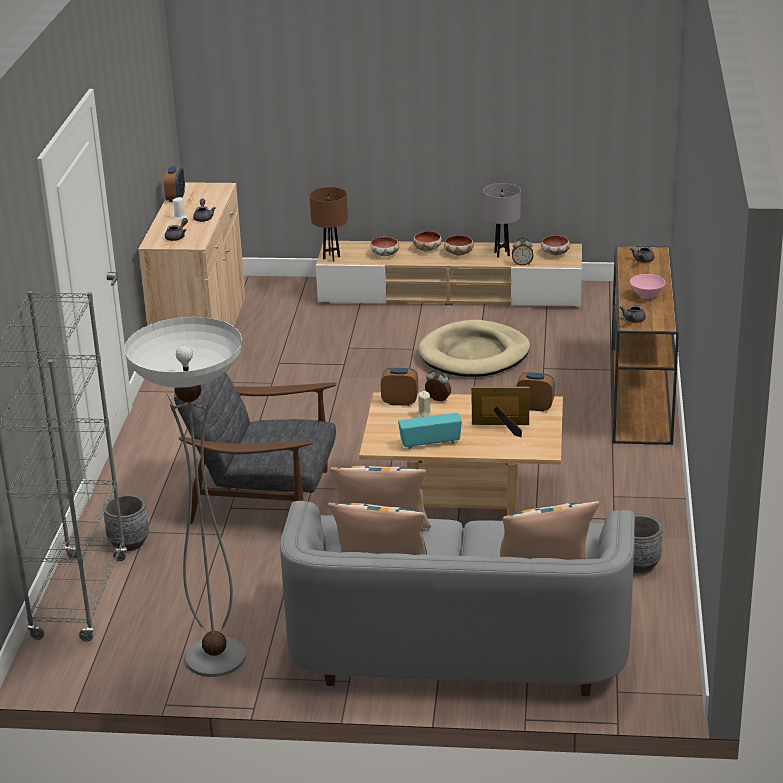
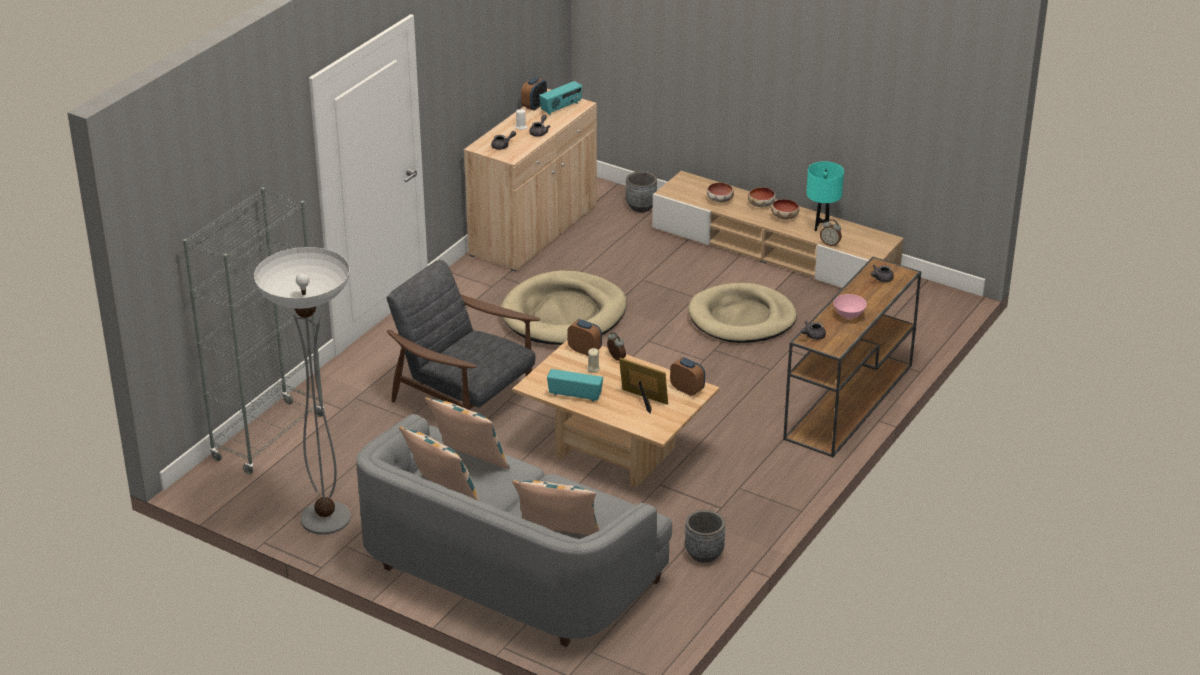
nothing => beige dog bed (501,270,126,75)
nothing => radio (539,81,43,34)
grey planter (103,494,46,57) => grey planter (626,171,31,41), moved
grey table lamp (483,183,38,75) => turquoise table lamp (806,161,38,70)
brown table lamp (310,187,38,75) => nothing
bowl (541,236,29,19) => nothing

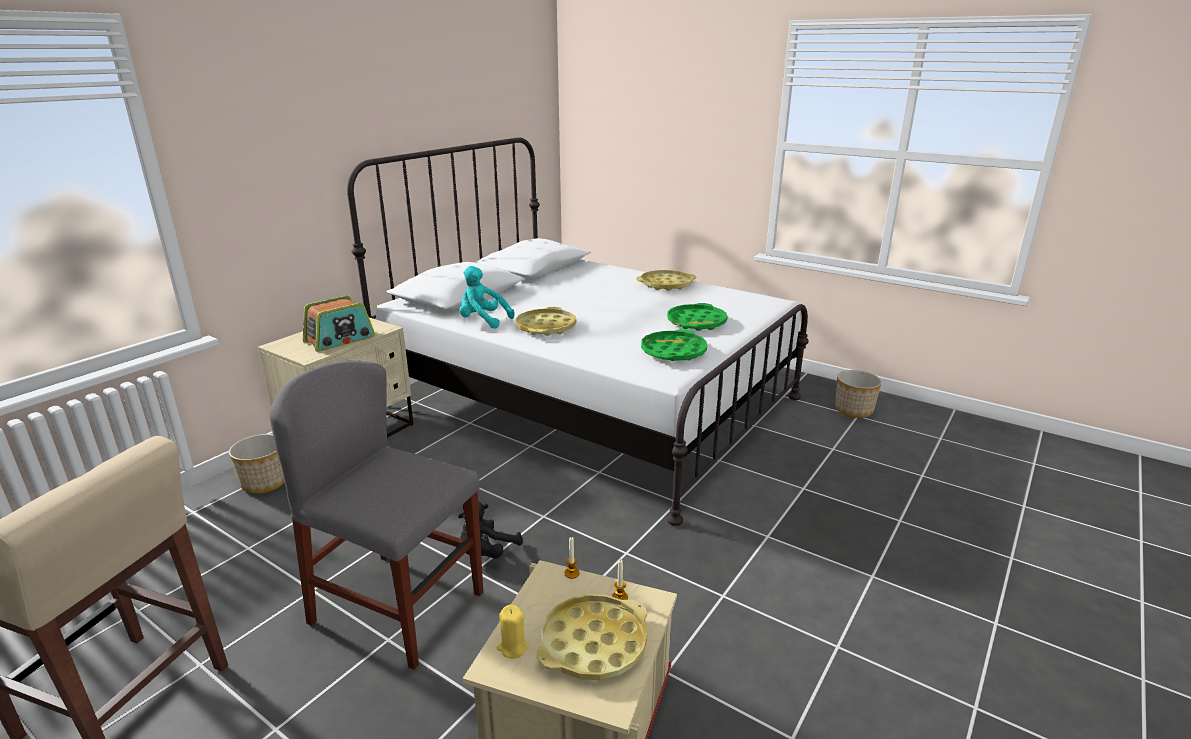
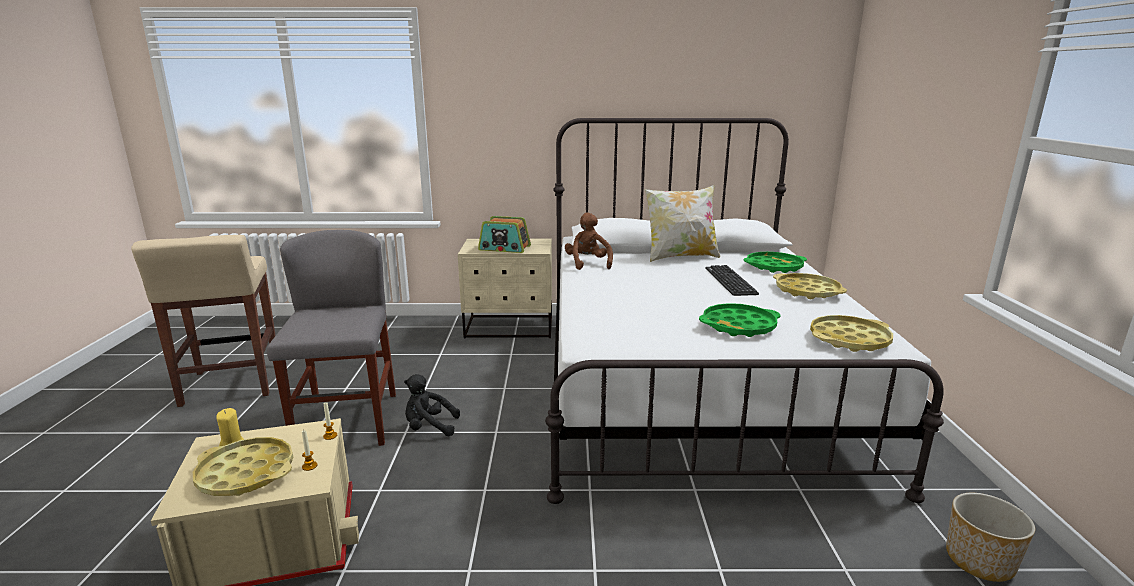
turquoise plush toy (459,266,55,62) => brown plush toy (565,212,48,58)
nothing => pillow (645,185,75,77)
nothing => keyboard (705,265,54,31)
green tray (641,329,66,32) => green tray (743,252,64,21), moved
yellow tray (516,307,60,29) => yellow tray (810,315,83,37), moved
planter (229,434,56,60) => nothing

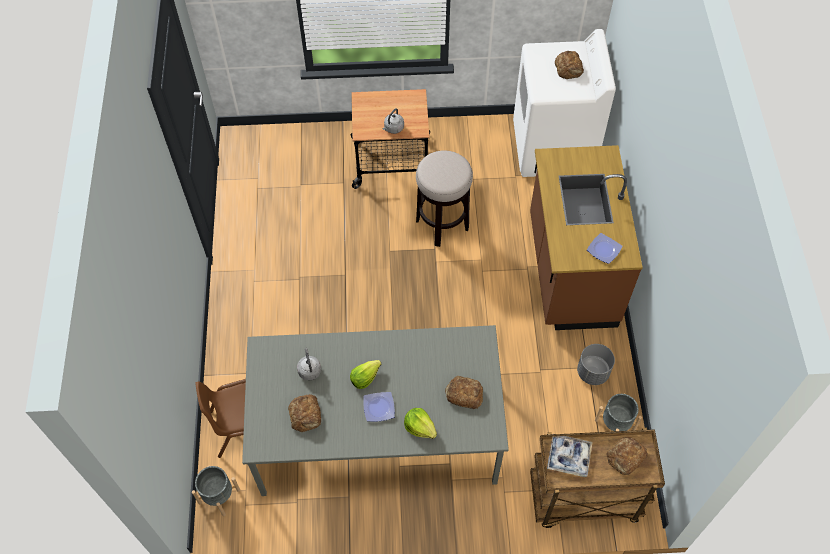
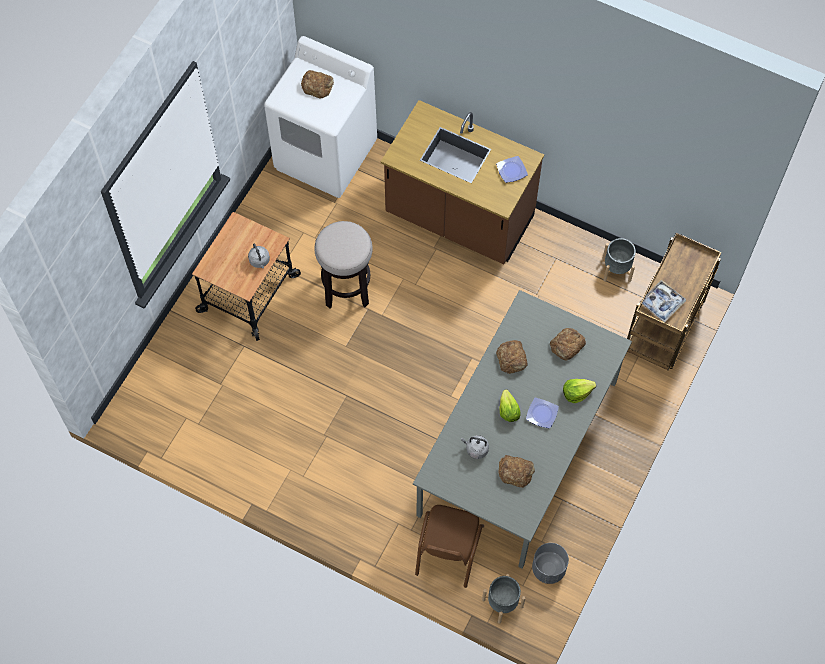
bread (606,437,42,38) => bread (496,340,32,34), moved
grey planter (577,344,38,41) => grey planter (532,543,37,41), moved

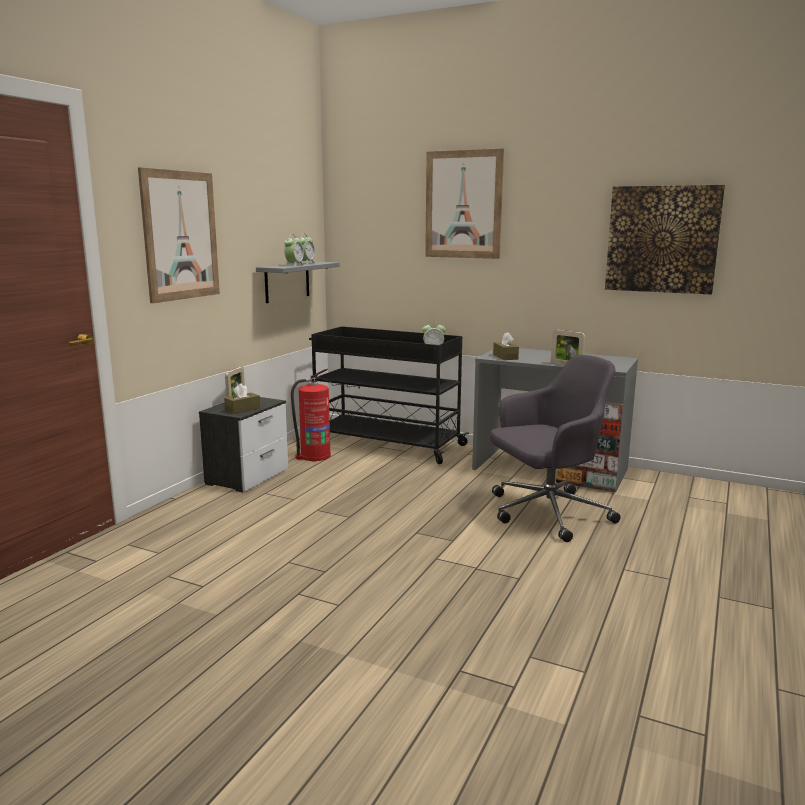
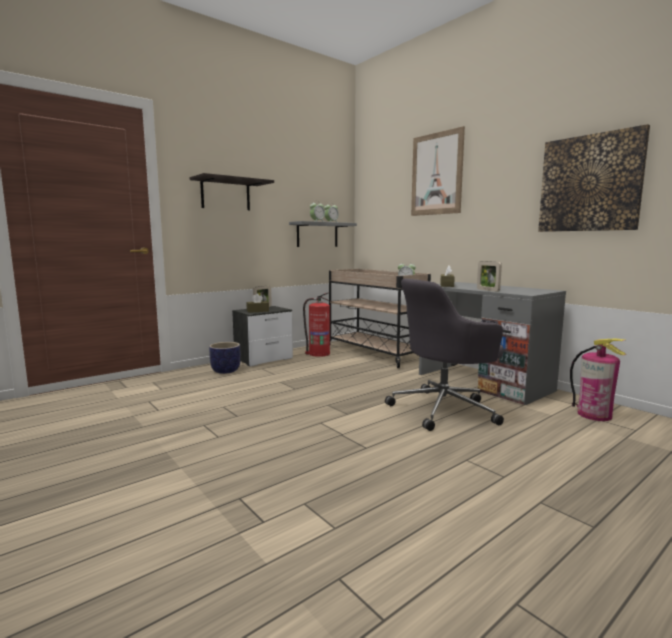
picture (138,167,82,136) => shelf (190,173,84,37)
nothing => planter (209,342,32,32)
black cart (309,326,161,138) => beige cart (329,269,102,99)
grey office chair (490,355,131,187) => grey office chair (385,279,119,152), 150 degrees clockwise
nothing => fire extinguisher (570,339,56,82)

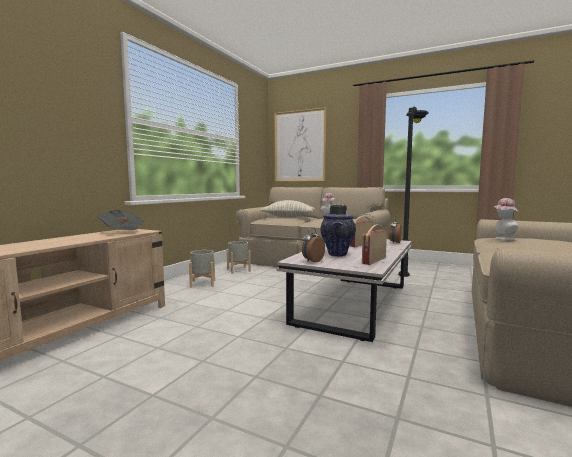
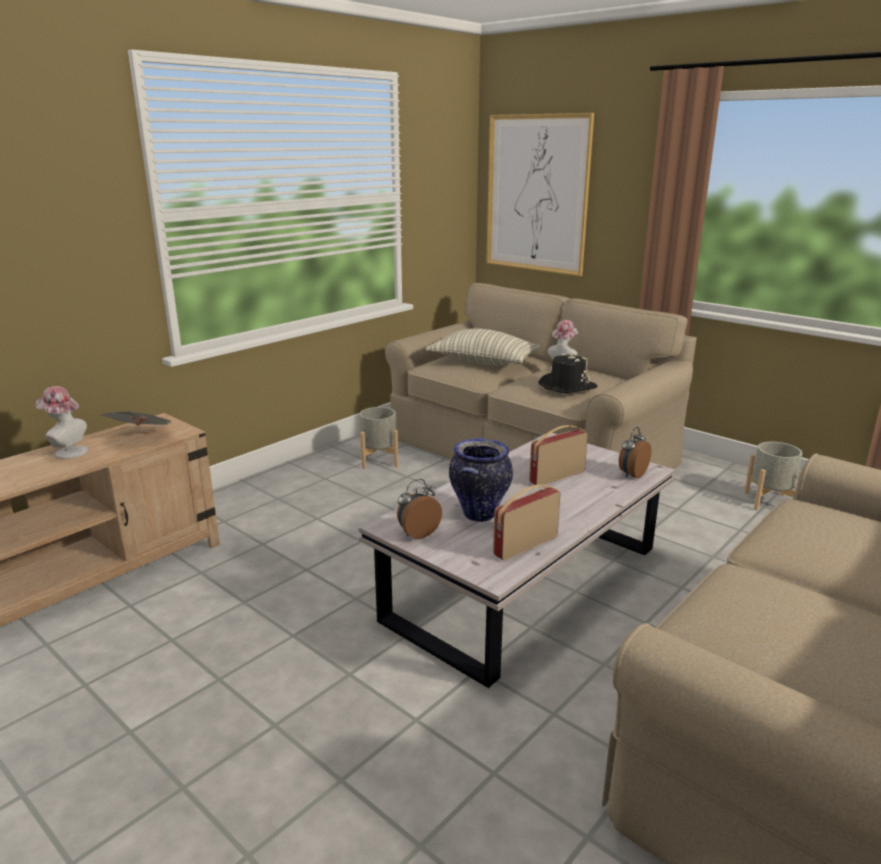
hat (492,198,27,43) => hat (36,386,52,73), moved
grey planter (189,250,26,38) => grey planter (744,442,58,68), moved
black floor lamp (398,107,31,170) => nothing

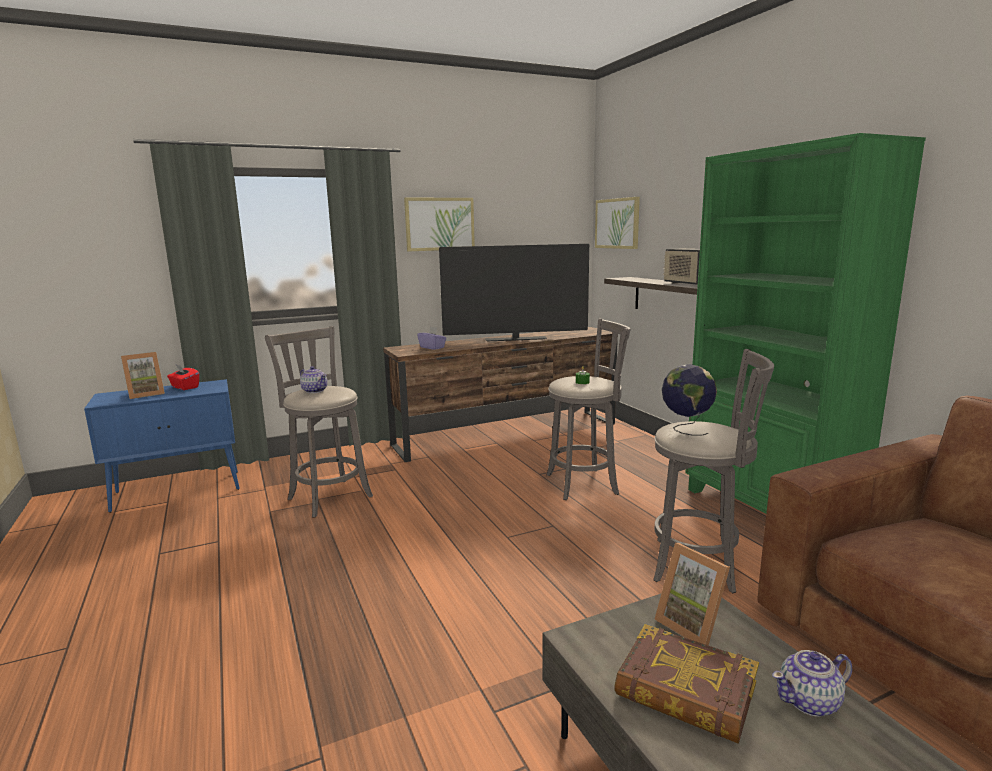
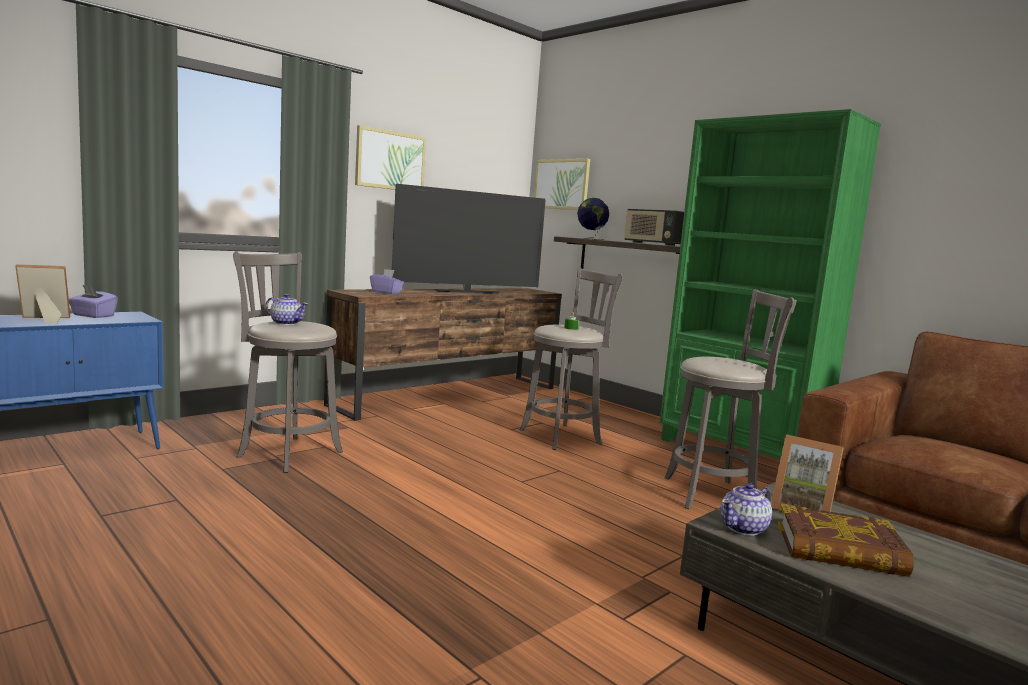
picture frame (121,352,44,47) => picture frame (15,264,55,60), 150 degrees counterclockwise
red tissue box (167,365,32,25) => purple tissue box (69,285,49,33)
globe (662,364,55,72) => globe (577,198,32,42), moved
teapot (772,650,80,67) => teapot (721,483,51,53), moved

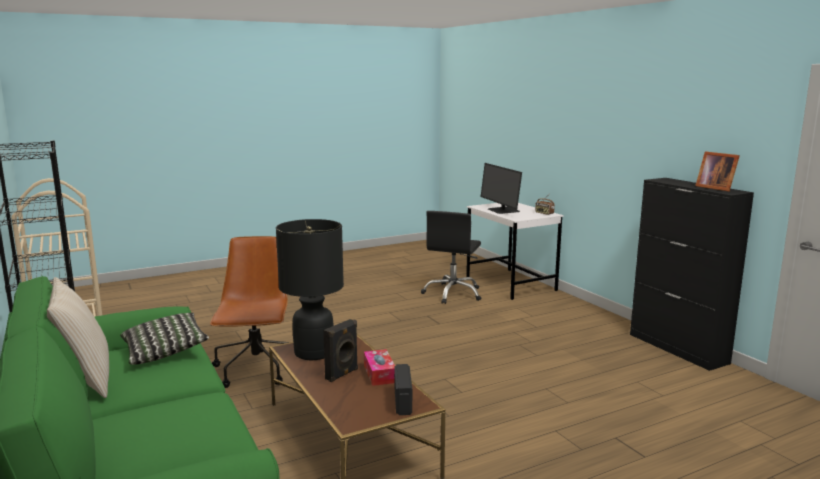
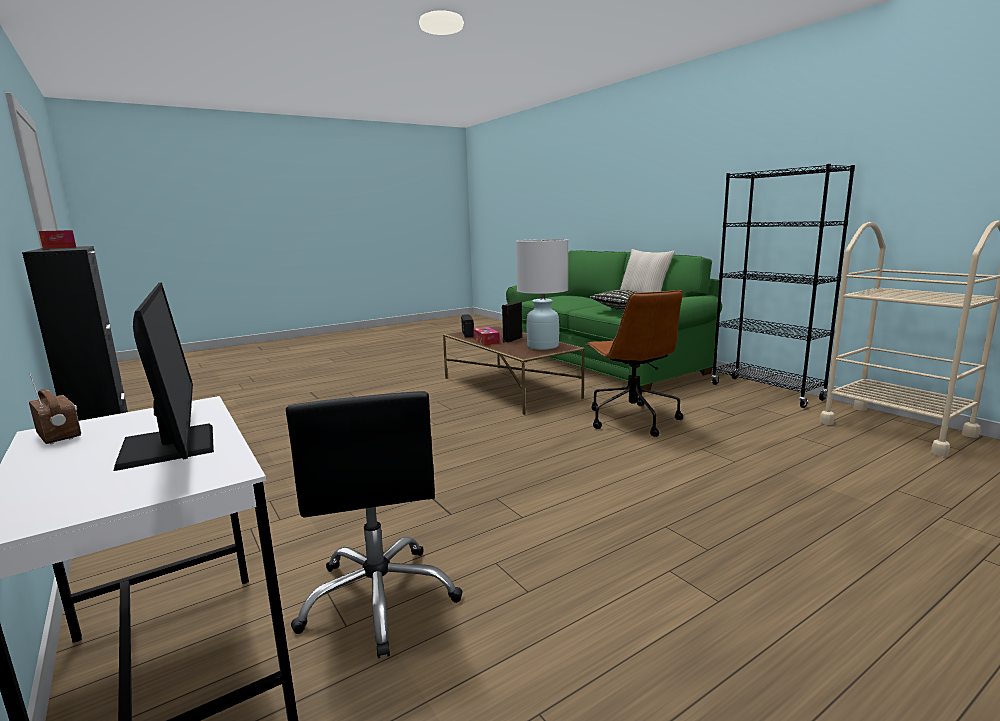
picture frame (695,151,44,41) => tissue box (39,230,37,19)
black office chair (421,211,60,93) => black office chair (286,391,177,267), 150 degrees clockwise
black table lamp (276,219,68,141) => white table lamp (516,239,52,111)

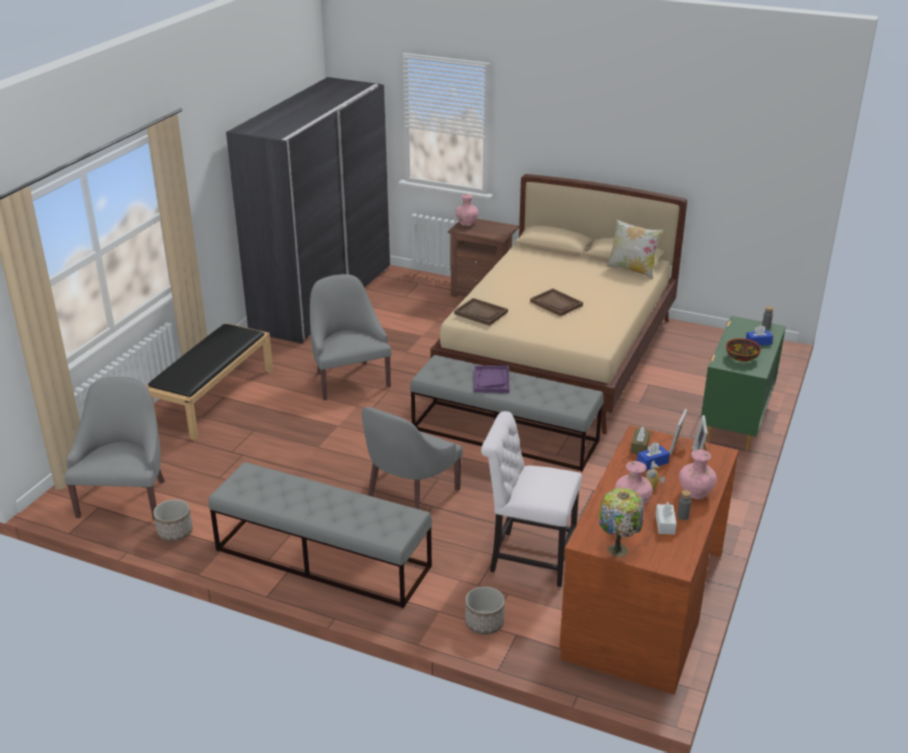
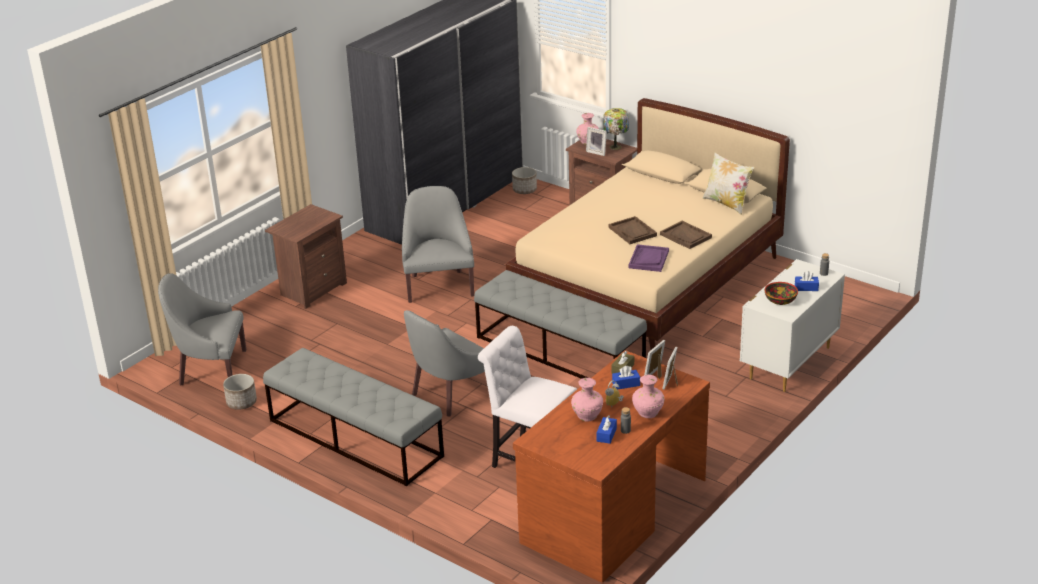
grey armchair (64,377,101,143) => grey armchair (158,273,88,113), 105 degrees counterclockwise
black bench (146,323,127,117) => brown nightstand (265,204,82,105)
planter (465,586,40,49) => planter (512,167,25,27), moved
nothing => picture frame (586,127,21,29)
white tissue box (656,502,21,32) => blue tissue box (597,415,20,29)
table lamp (599,488,45,69) => table lamp (603,108,26,42), moved
purple tray (474,365,36,28) => purple tray (629,244,40,28), moved
brown tray (454,298,54,28) => brown tray (660,221,52,28), moved
green dresser (700,316,86,135) => white dresser (740,259,105,133)

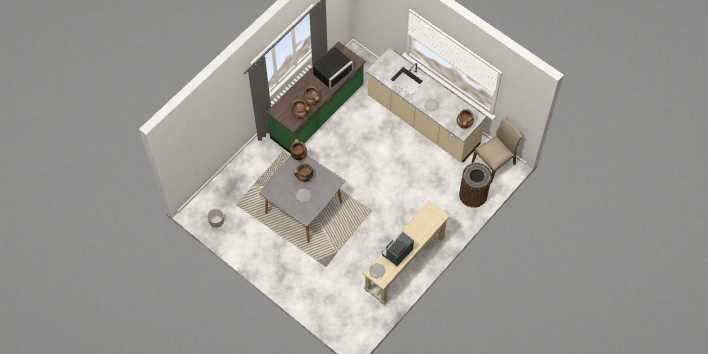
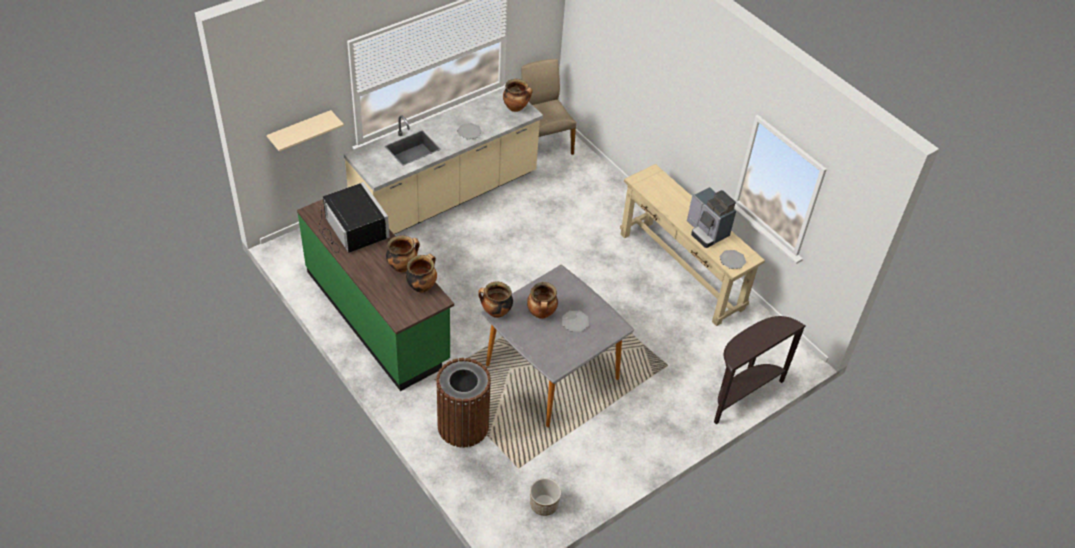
nothing => beige shelf (267,110,77,42)
brown trash can (459,163,33,45) => brown trash can (436,358,55,90), moved
nothing => brown console table (714,316,91,108)

